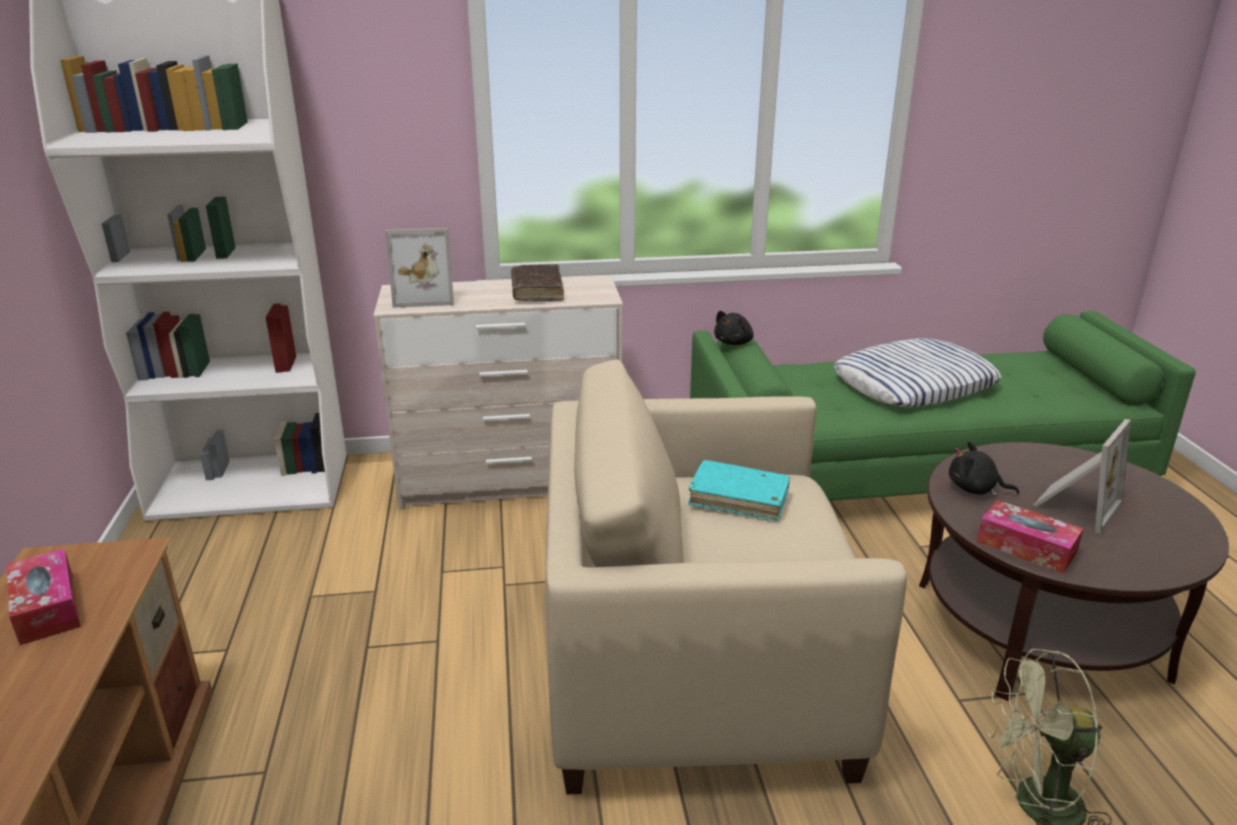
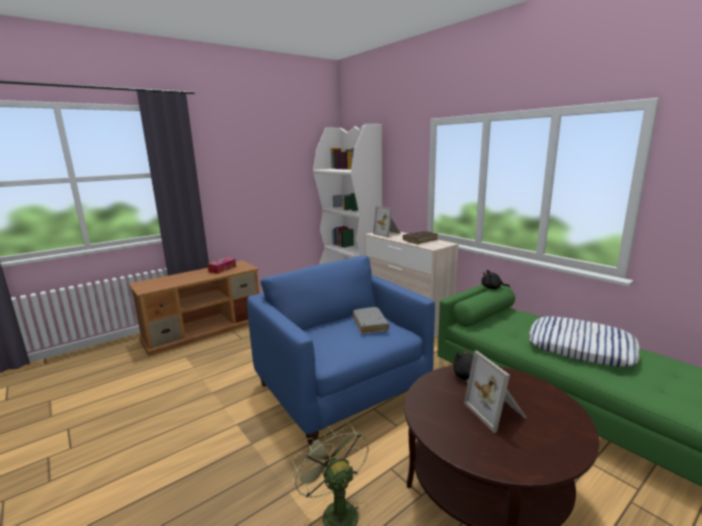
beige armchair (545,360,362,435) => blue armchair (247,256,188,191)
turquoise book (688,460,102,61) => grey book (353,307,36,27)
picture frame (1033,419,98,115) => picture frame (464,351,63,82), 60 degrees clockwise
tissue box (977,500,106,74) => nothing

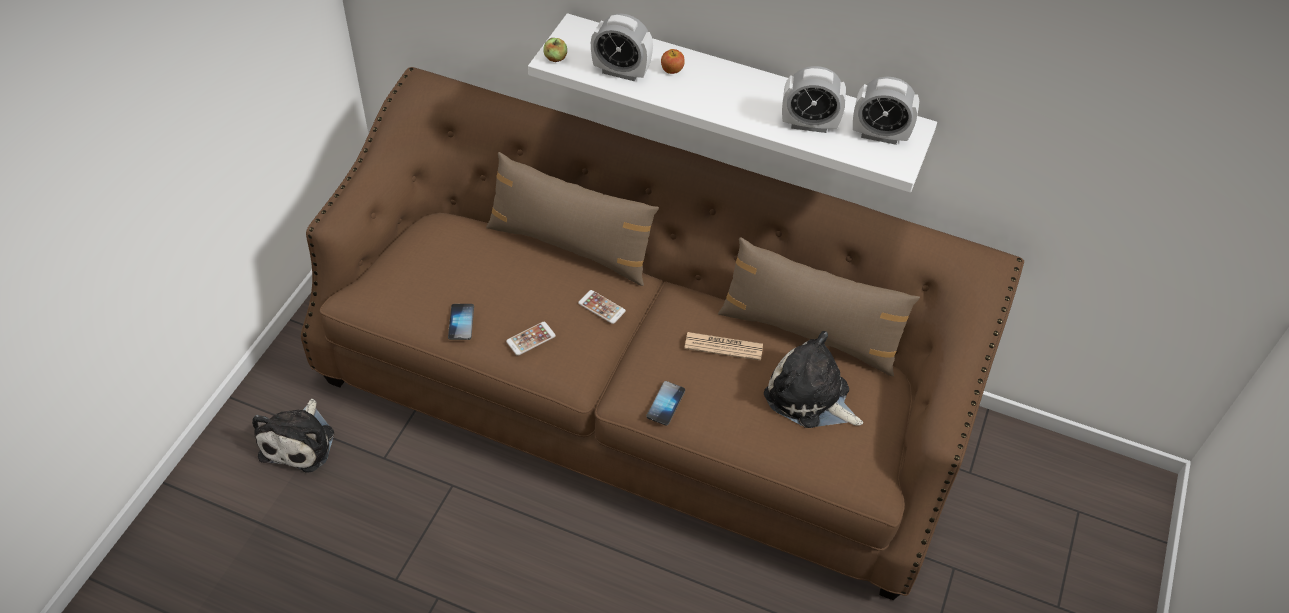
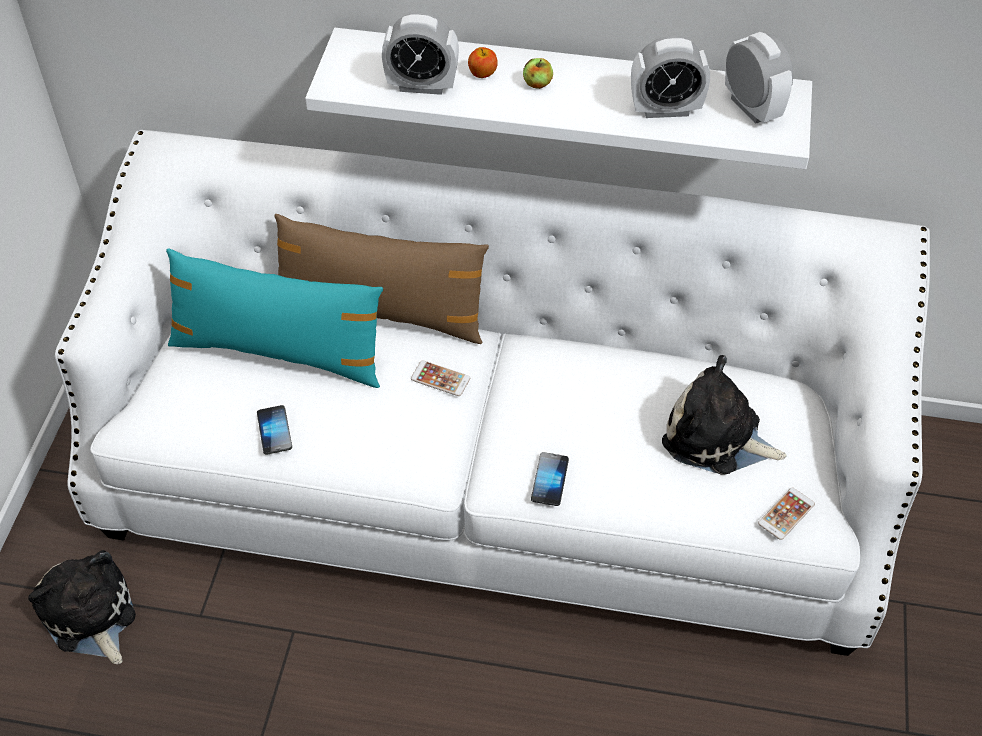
plush toy (252,399,82,74) => plush toy (28,550,108,114), 150 degrees clockwise
brown sofa (301,67,723,533) => white sofa (55,130,875,526)
nothing => turquoise pillow (166,248,217,140)
apple (543,38,24,24) => apple (523,58,30,31), moved
alarm clock (853,77,66,68) => alarm clock (725,32,68,92), 120 degrees counterclockwise
phone (506,322,50,34) => phone (758,488,57,52), moved
newspaper (684,332,79,29) => nothing
brown pillow (718,237,202,139) => nothing

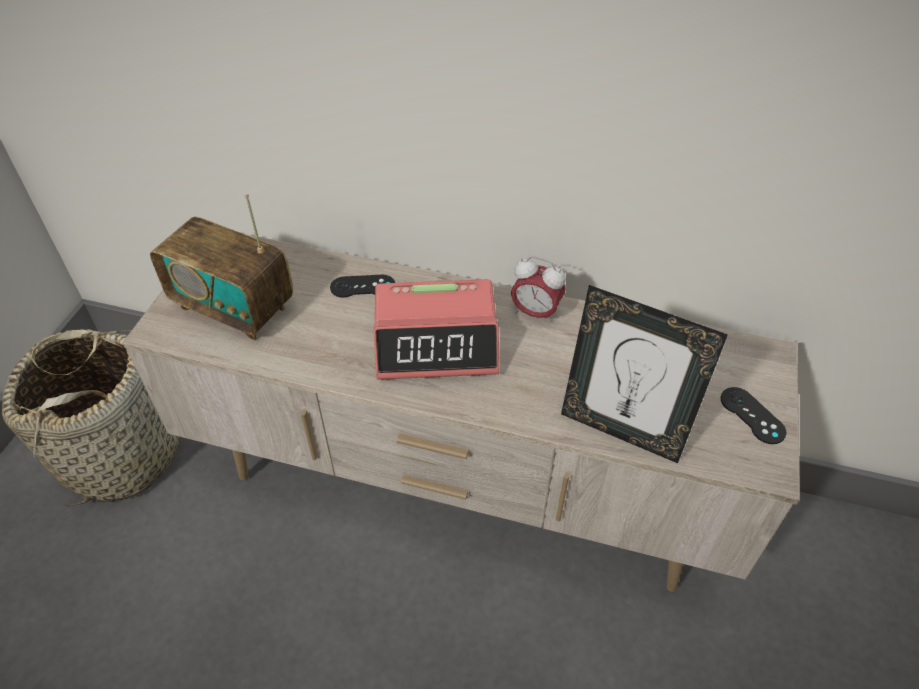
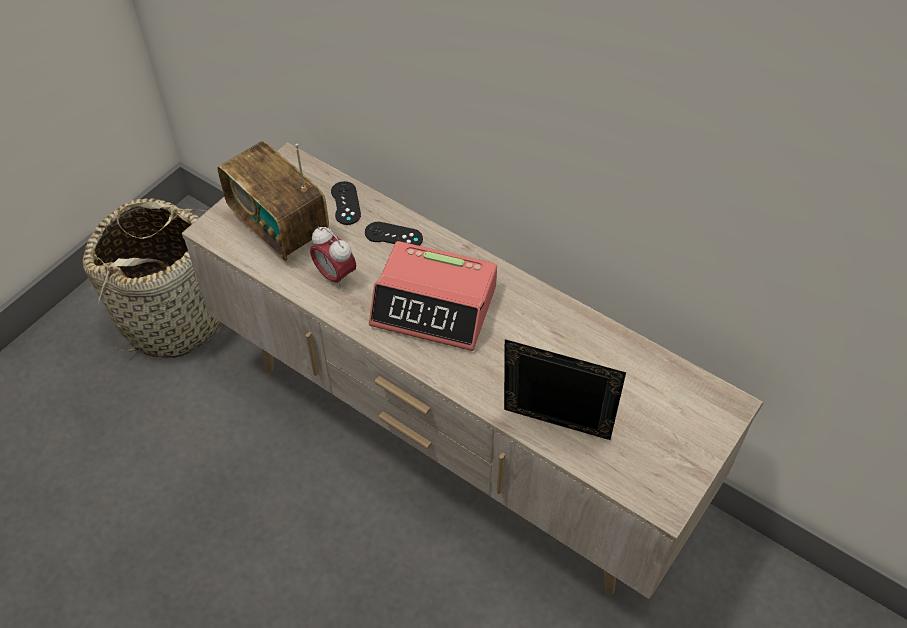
alarm clock (511,256,55,68) => alarm clock (310,226,46,63), moved
black game controller (721,387,65,57) => black game controller (331,181,30,44), moved
picture frame (561,285,167,178) => picture frame (504,339,122,101), 150 degrees clockwise

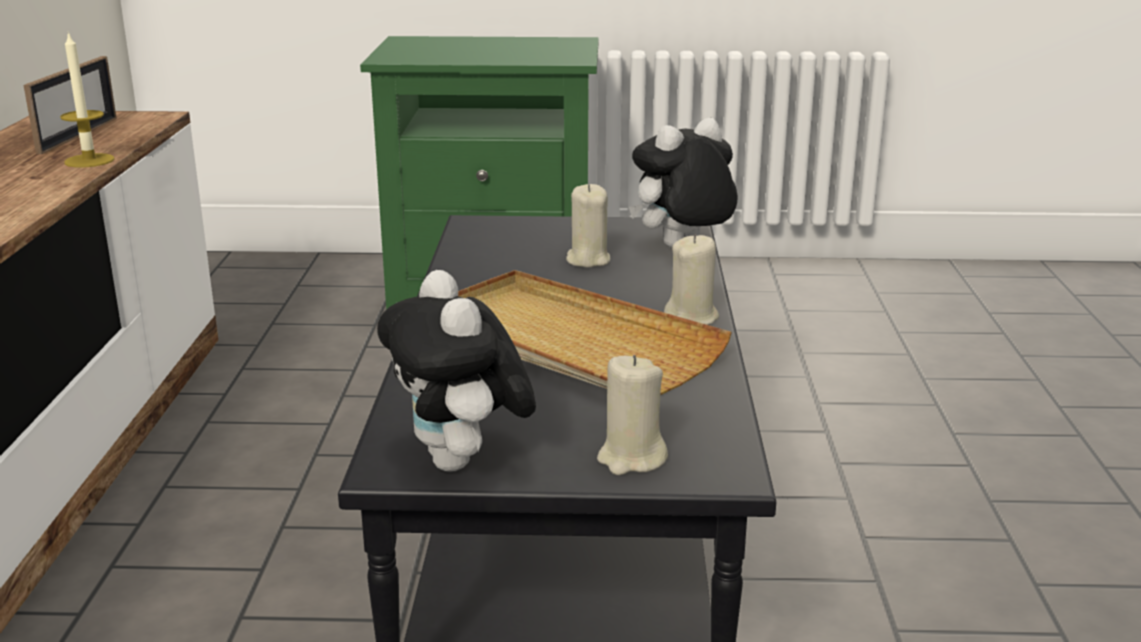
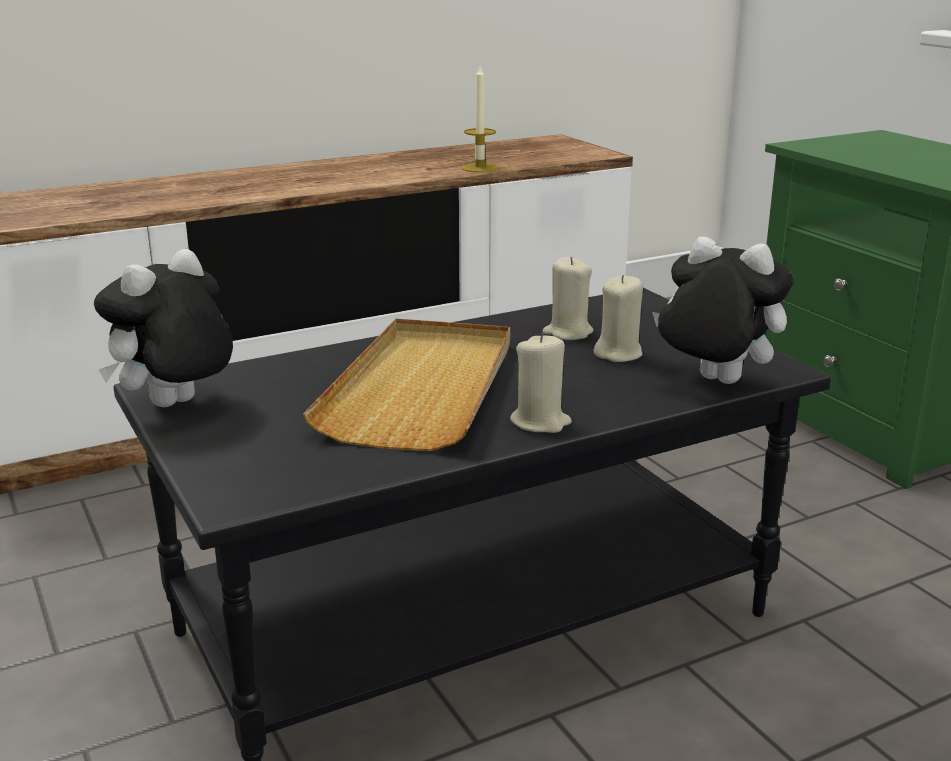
beige candle (597,355,71,120) => beige candle (543,257,51,83), moved
picture frame (23,56,94,98) => nothing

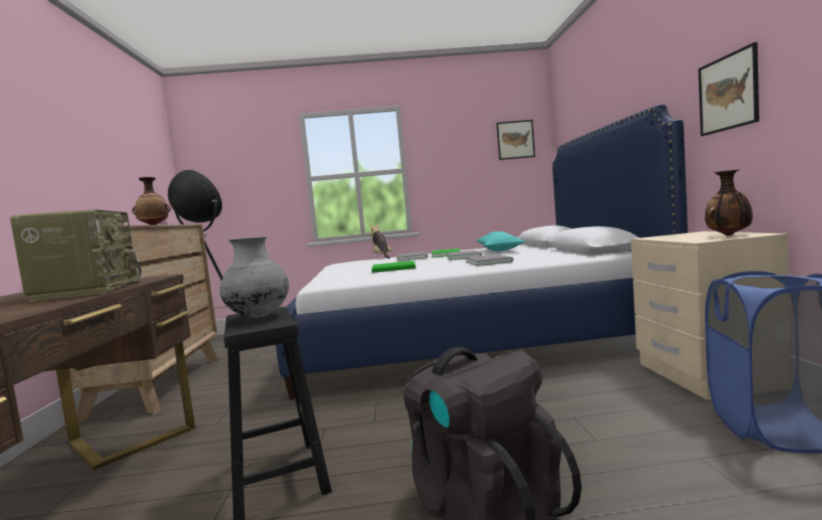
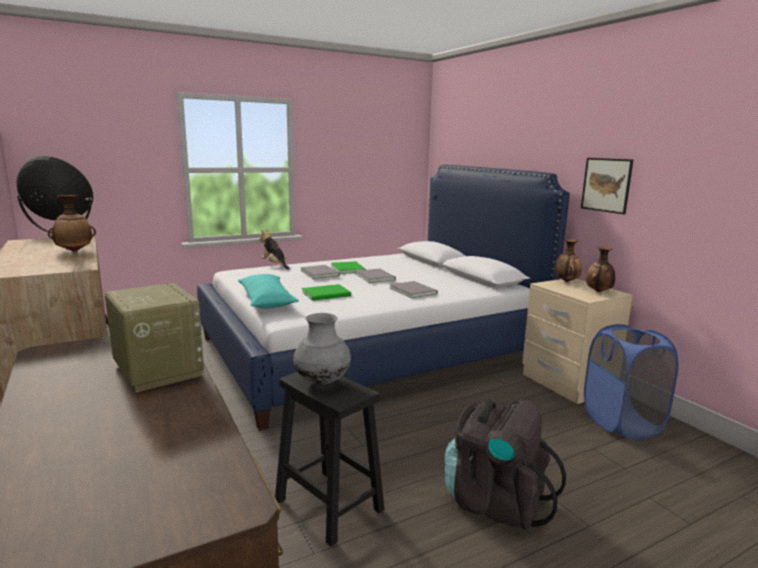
turquoise pillow (477,231,48,20) => turquoise pillow (238,274,61,35), moved
nothing => vase (554,239,28,43)
picture (496,120,39,40) => nothing

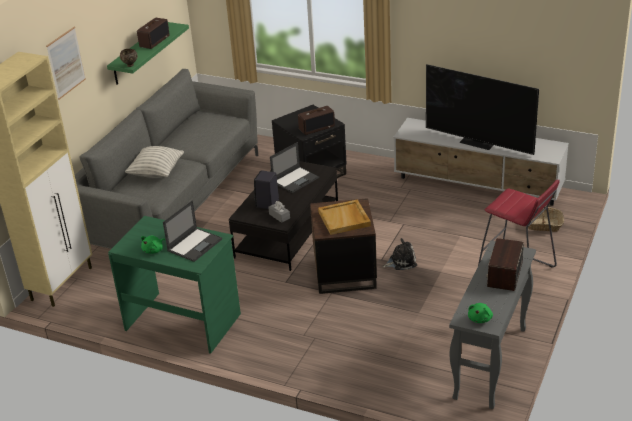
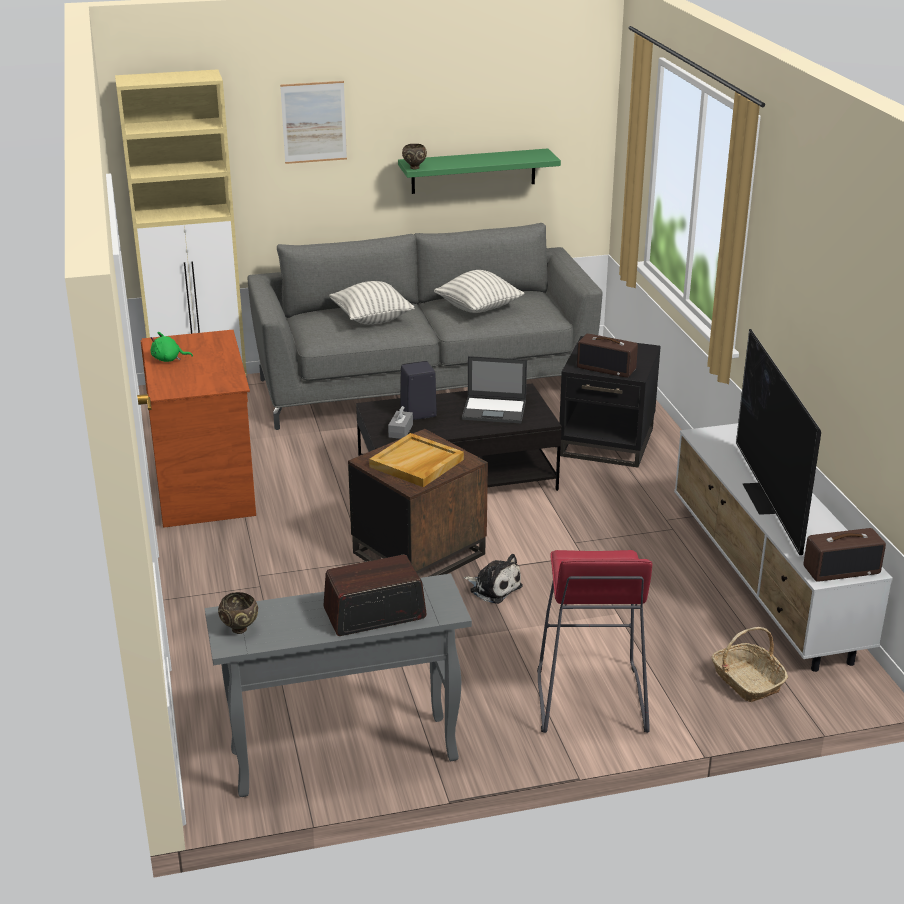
green desk (108,216,133,138) => brown desk (141,330,115,198)
green plush toy (468,303,25,20) => brown bowl (218,592,40,42)
nothing => pillow (434,270,91,43)
radio (137,18,33,31) => radio (803,528,83,54), moved
laptop (163,200,59,62) => nothing

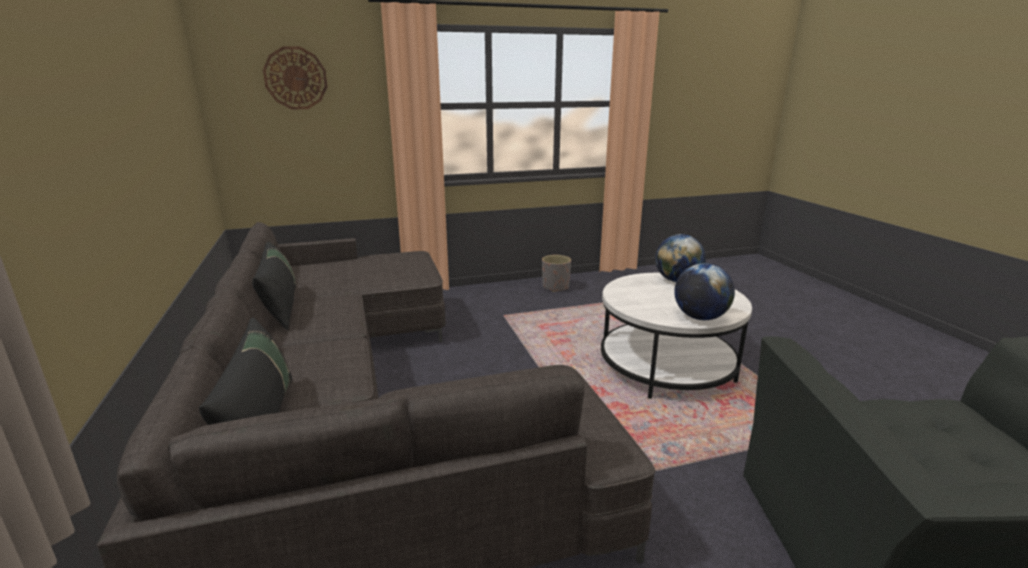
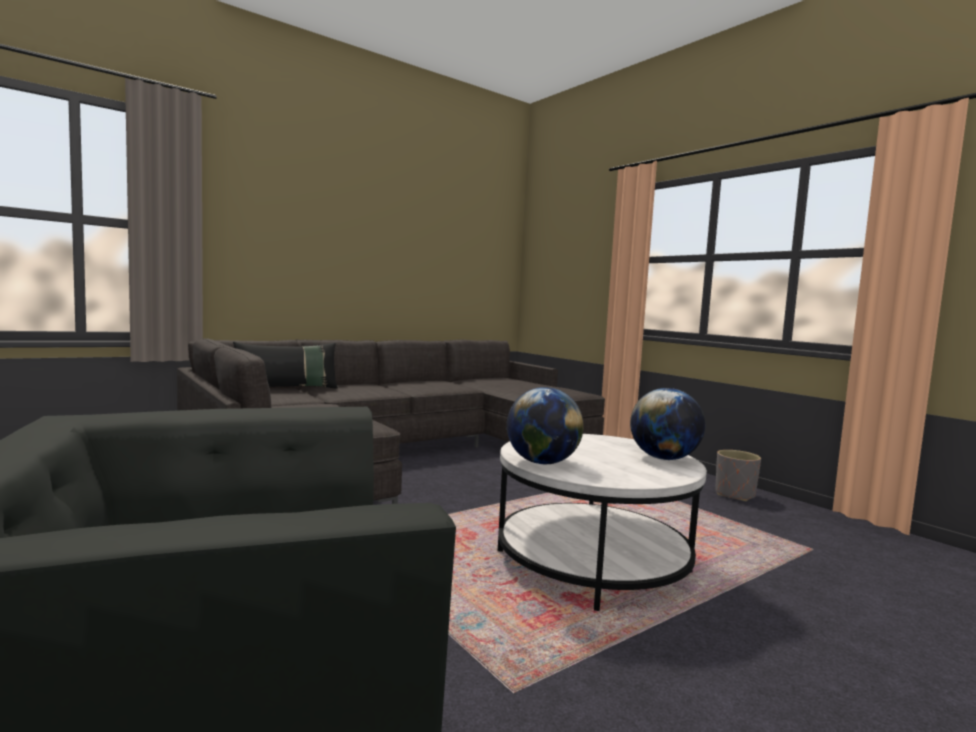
black pillow (252,242,44,88) => nothing
wall clock (263,46,65,63) => nothing

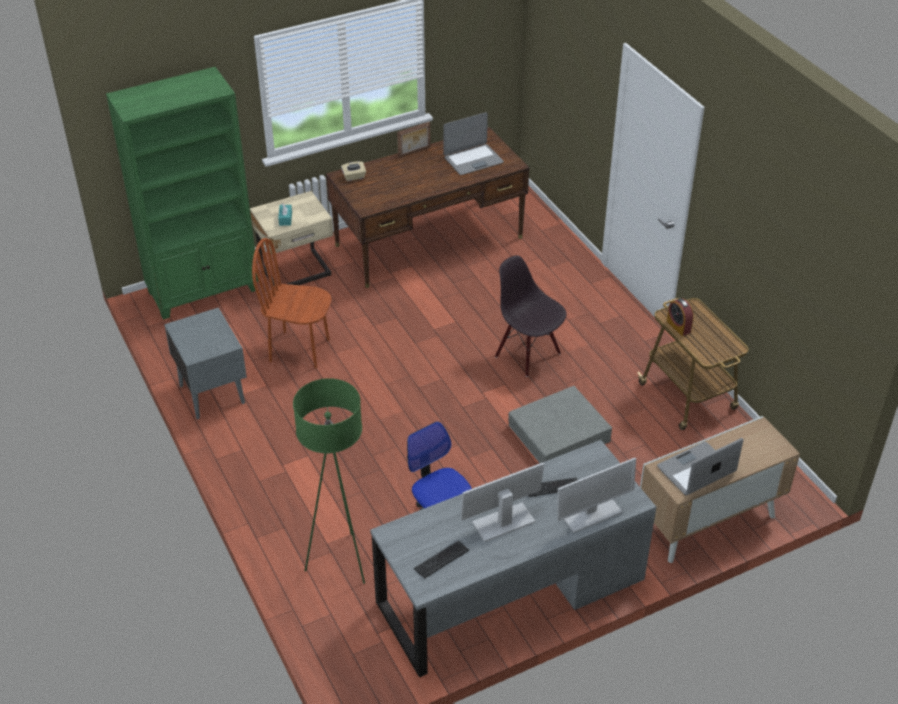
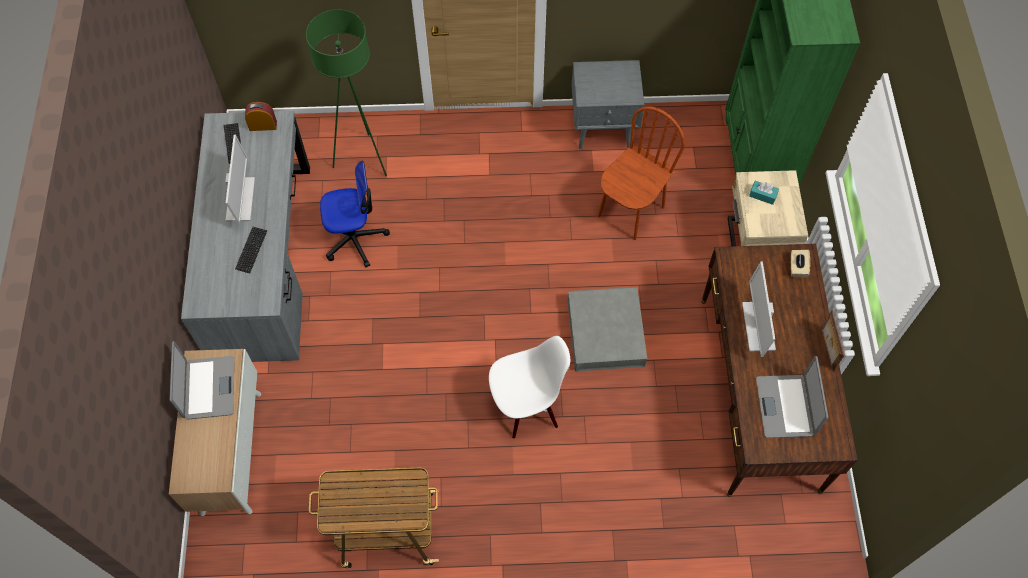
alarm clock (667,298,27,38) => alarm clock (245,102,32,29), moved
black chair (495,255,72,122) => white chair (489,336,81,103)
grey storage box (508,386,104,77) => grey storage box (567,287,80,85), moved
monitor (557,458,79,75) => monitor (742,262,34,95), moved

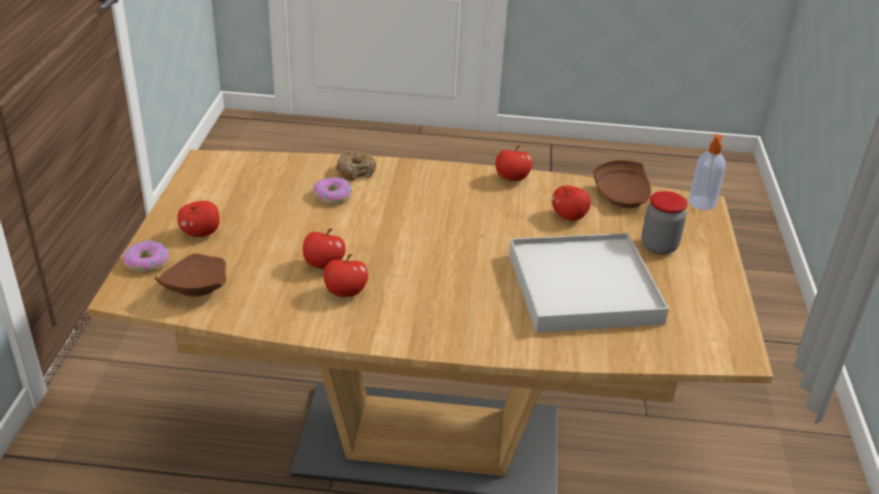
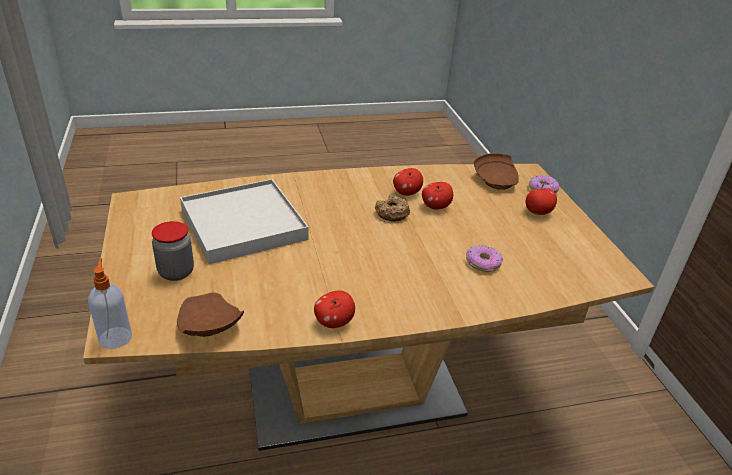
donut (336,150,40,31) => donut (375,195,35,27), moved
apple (552,185,39,36) => nothing

